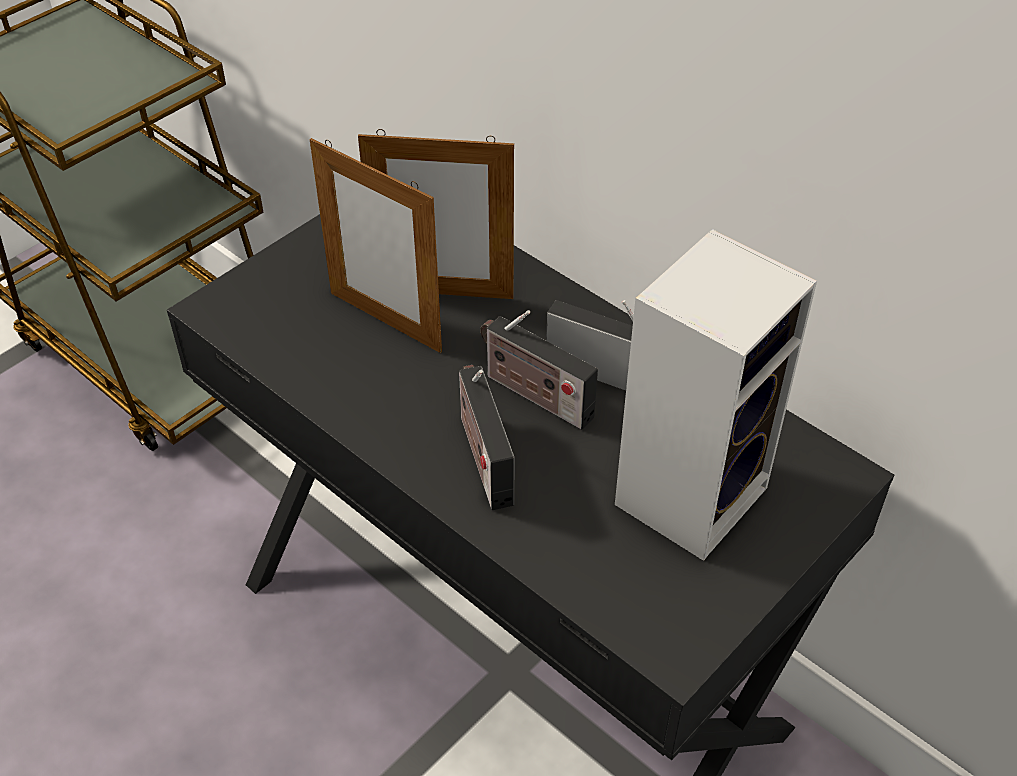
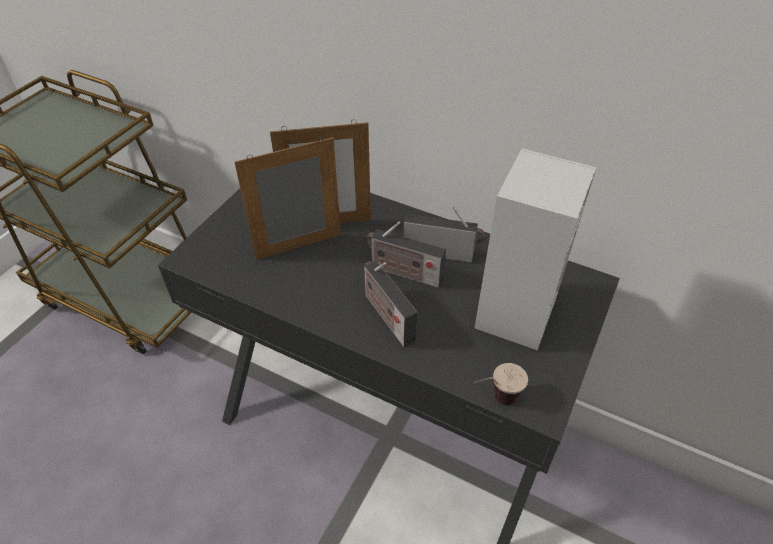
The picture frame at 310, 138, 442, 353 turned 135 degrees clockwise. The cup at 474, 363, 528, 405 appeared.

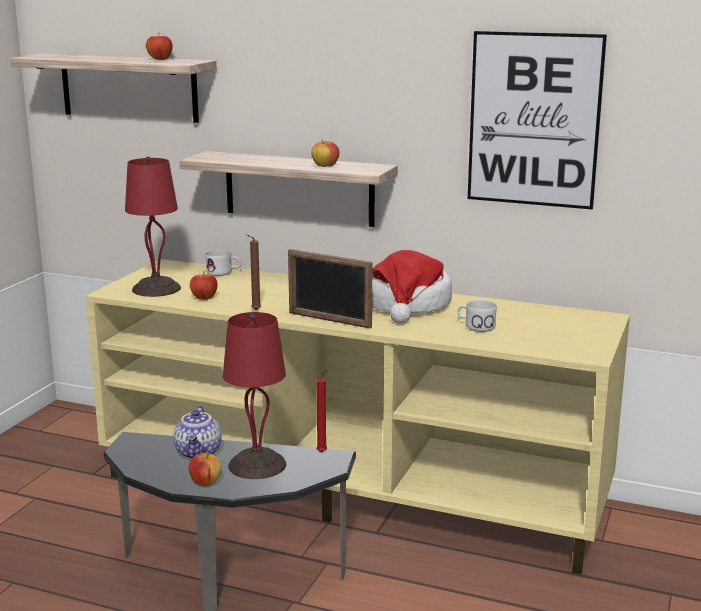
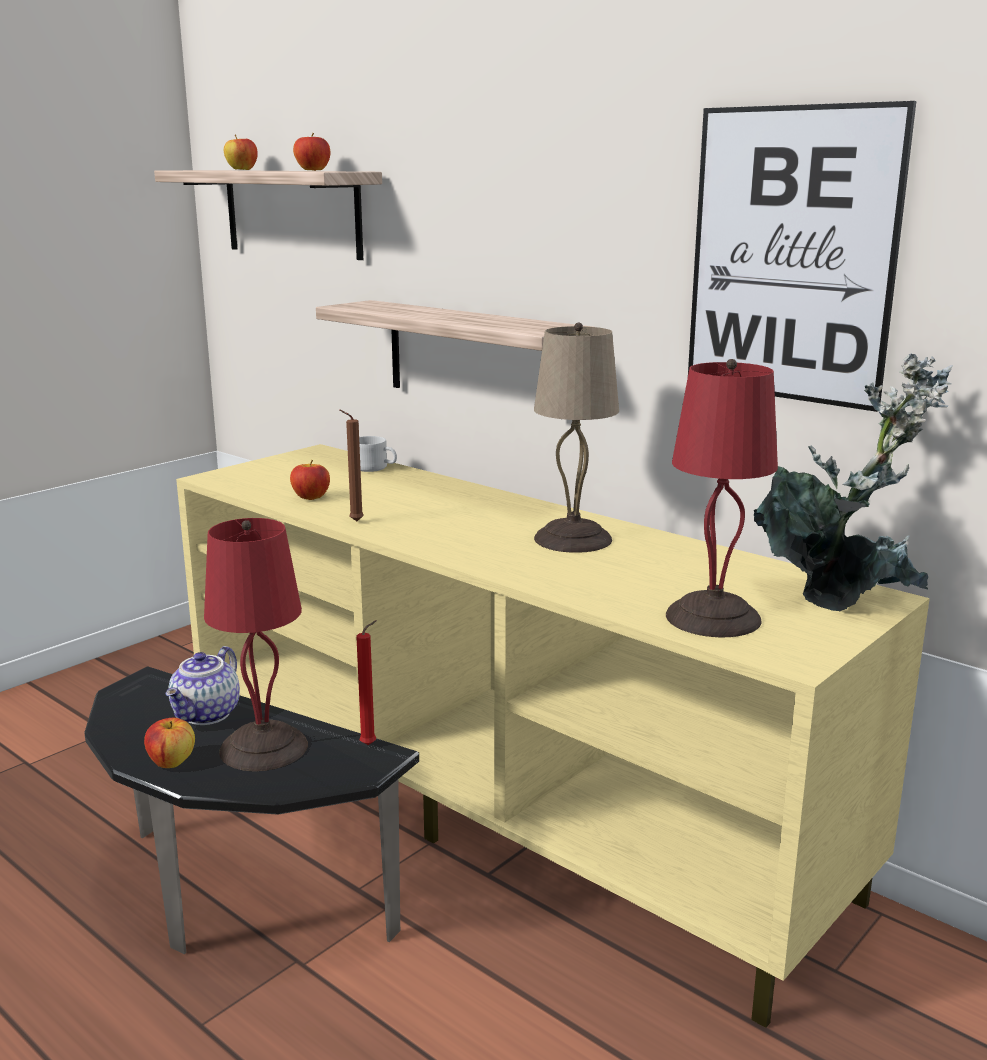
The apple moved from 311, 140, 339, 167 to 224, 134, 258, 170. The table lamp (red) moved from 125, 156, 181, 297 to 666, 359, 778, 637. The picture frame at 288, 249, 372, 329 disappeared. The hat at 372, 250, 452, 323 was replaced by the table lamp (beige) at 534, 322, 619, 553. The mug (white) at 457, 300, 497, 332 disappeared. The potted plant at 754, 353, 953, 611 appeared.

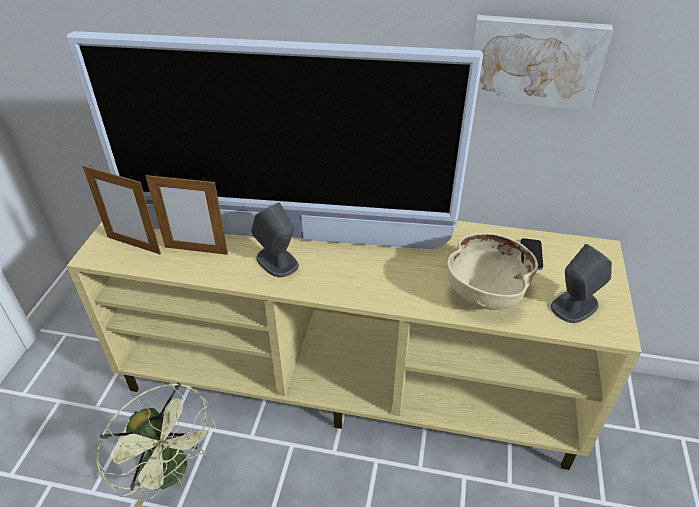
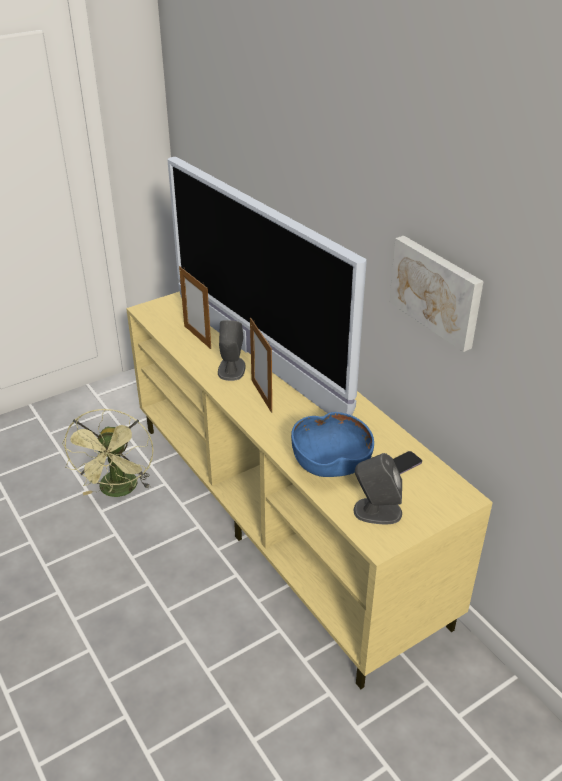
The picture frame moved from 82, 165, 161, 254 to 250, 318, 272, 413. The bowl (beige) at 447, 233, 538, 310 became the bowl (blue) at 291, 412, 374, 477.

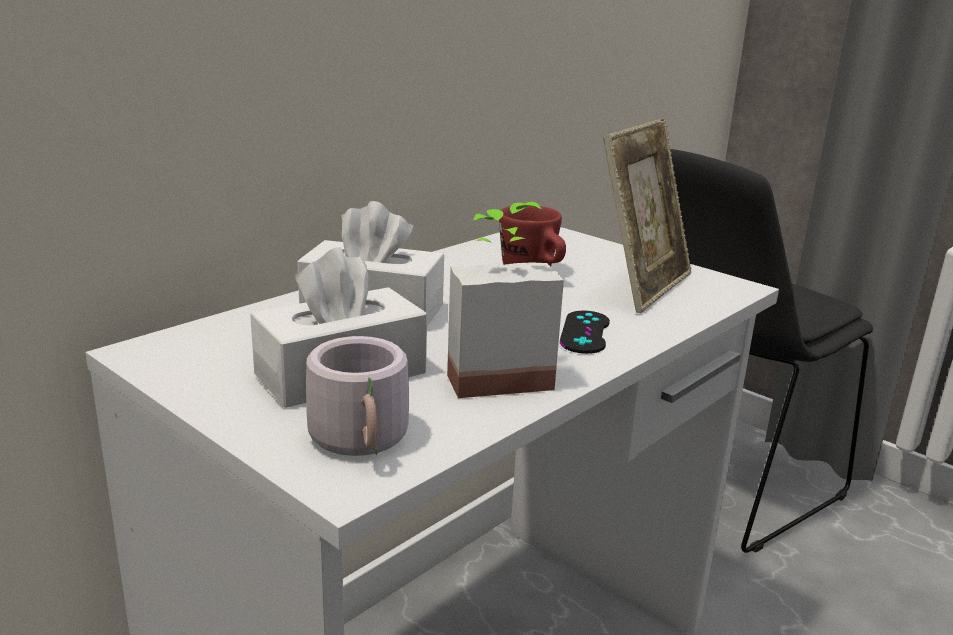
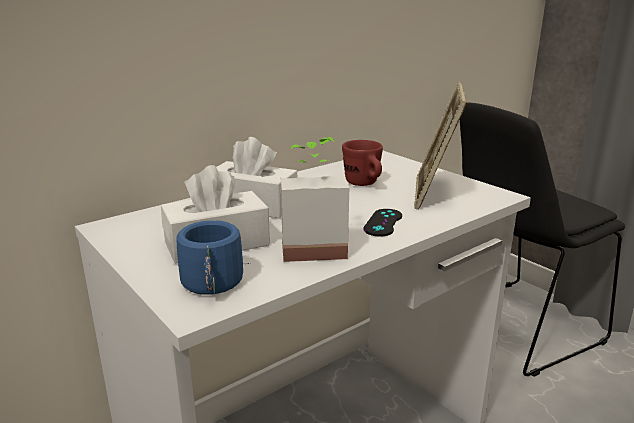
The picture frame at 603, 118, 692, 313 turned 150 degrees clockwise. The mug (grey) at 306, 336, 409, 456 became the mug (blue) at 176, 220, 251, 295.

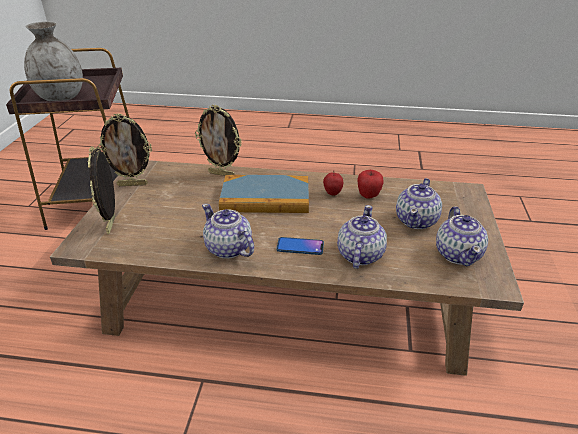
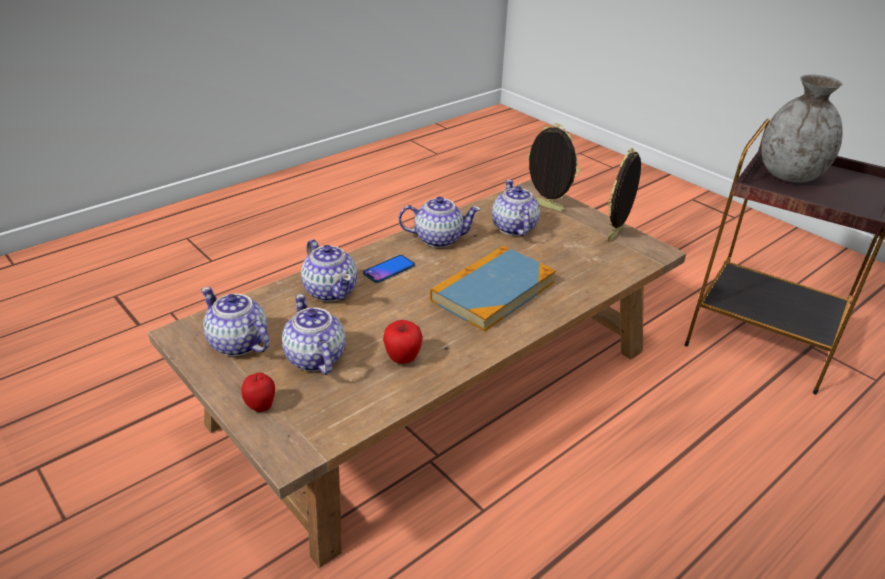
The picture frame at 195, 104, 242, 176 disappeared. The apple moved from 323, 170, 343, 196 to 241, 373, 275, 412. The teapot at 492, 180, 540, 236 appeared.

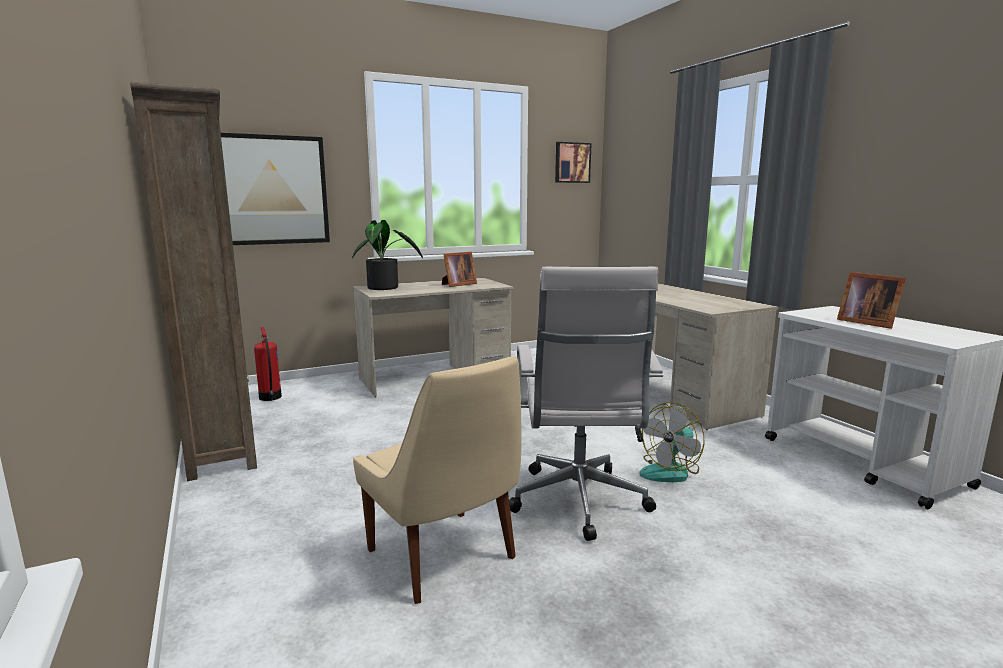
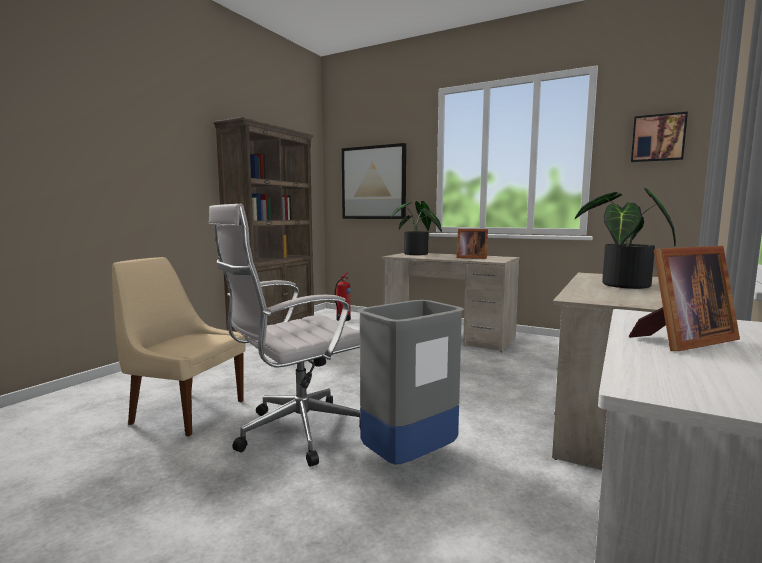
The picture frame at 837, 272, 906, 329 turned 135 degrees counterclockwise. The chair (beige) at 353, 356, 522, 604 turned 90 degrees clockwise. The fan at 639, 402, 704, 482 was replaced by the trash can (grey) at 357, 300, 464, 465. The potted plant at 575, 188, 676, 289 appeared.

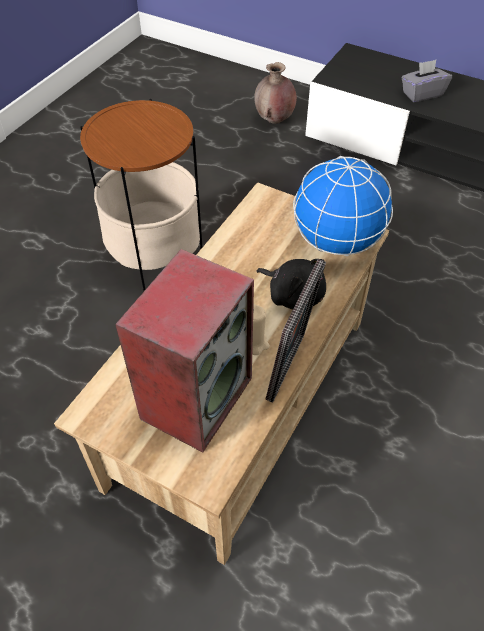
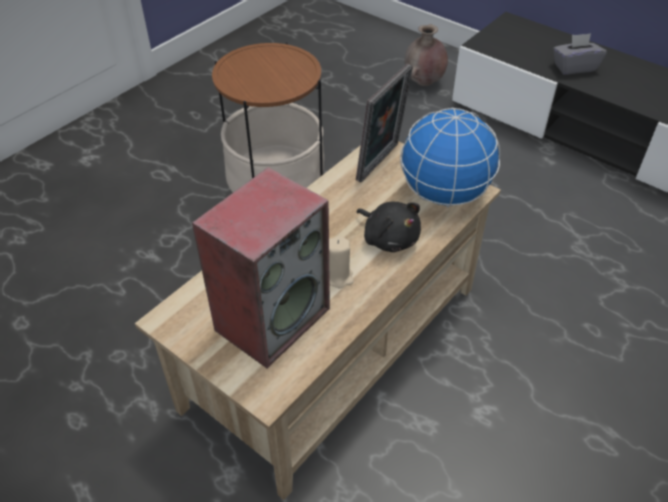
The picture frame moved from 266, 259, 326, 402 to 356, 64, 413, 182.

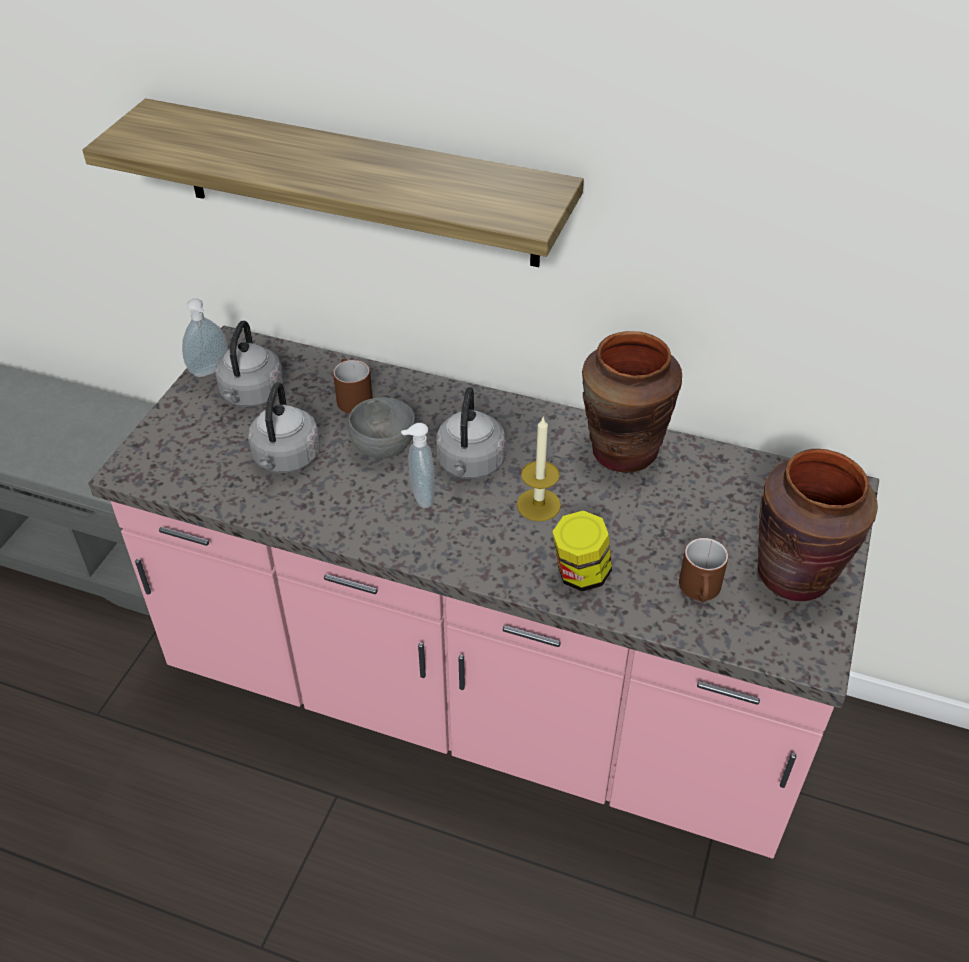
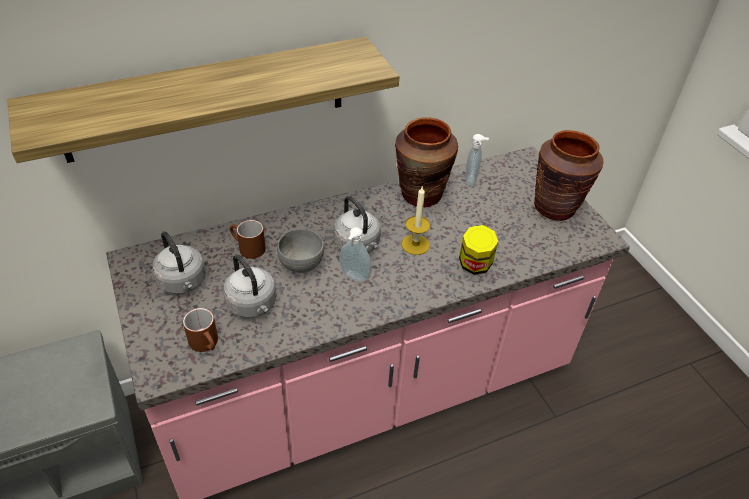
The soap dispenser moved from 182, 298, 228, 377 to 465, 134, 489, 187. The mug (brown) moved from 679, 538, 728, 602 to 183, 308, 218, 352.

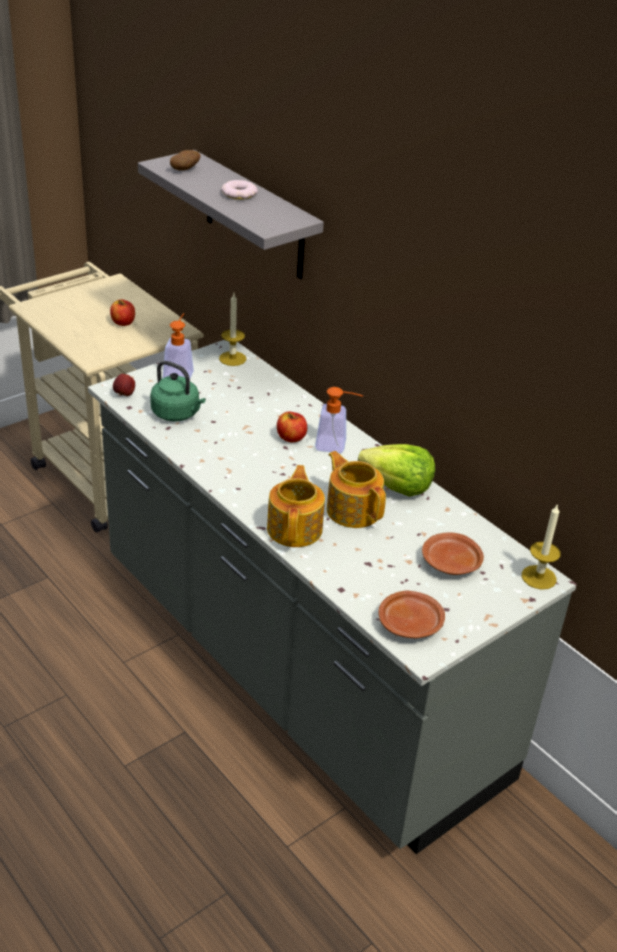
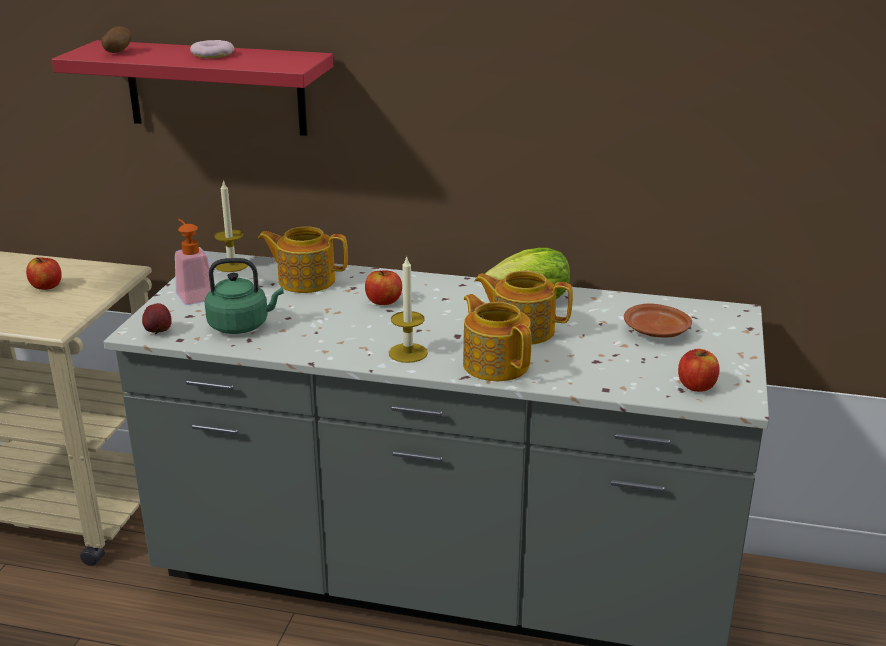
The shelf (grey) at 138, 150, 324, 279 became the shelf (red) at 52, 40, 333, 136. The soap dispenser at 315, 387, 363, 453 disappeared. The candle moved from 522, 505, 561, 590 to 389, 255, 428, 363. The plate (brown) at 378, 591, 445, 638 was replaced by the apple at 678, 349, 719, 392. The teapot at 258, 226, 348, 293 appeared.

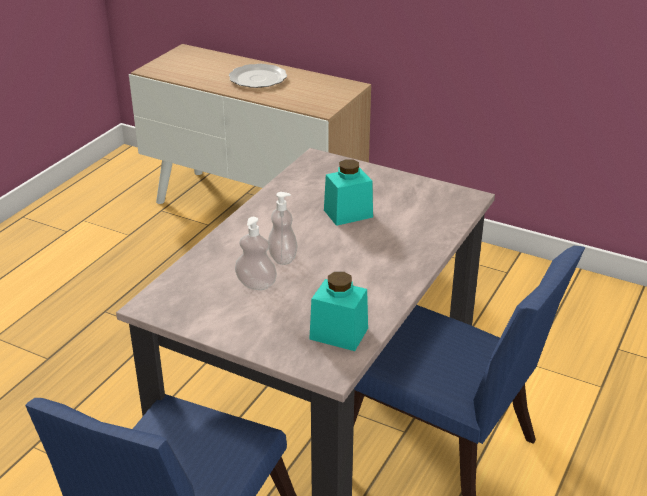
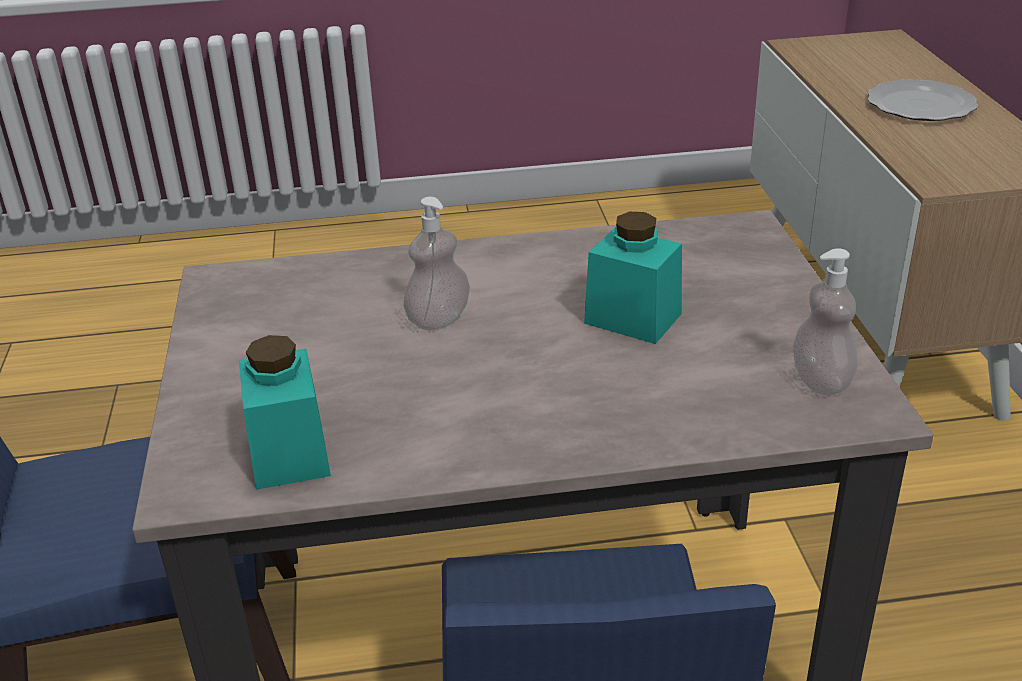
The soap dispenser moved from 235, 217, 277, 290 to 793, 248, 858, 395.

